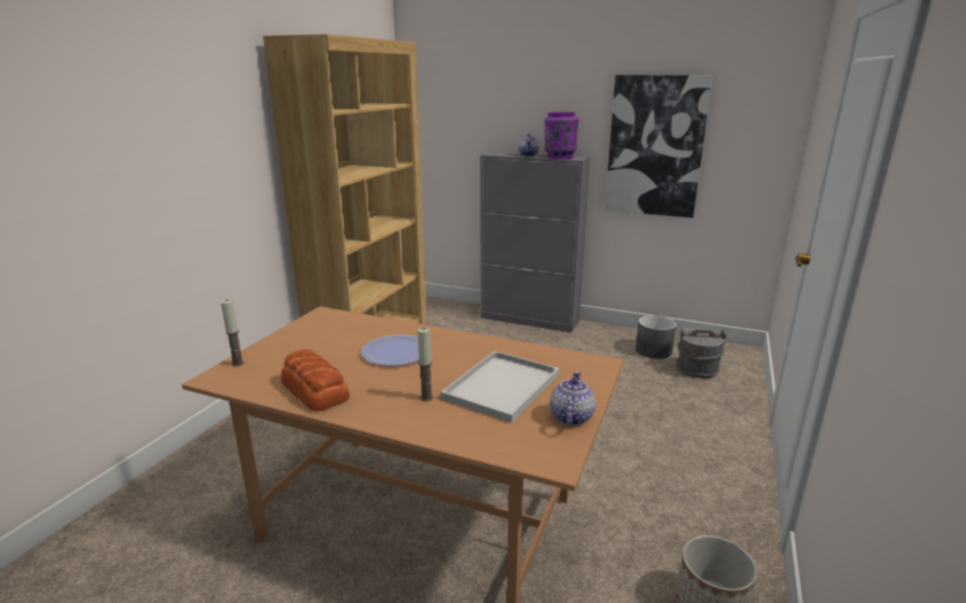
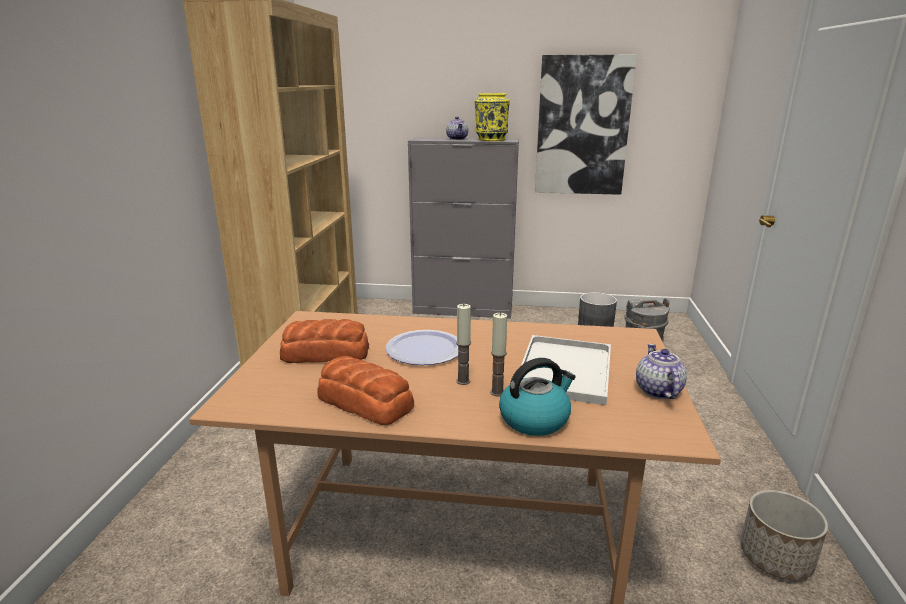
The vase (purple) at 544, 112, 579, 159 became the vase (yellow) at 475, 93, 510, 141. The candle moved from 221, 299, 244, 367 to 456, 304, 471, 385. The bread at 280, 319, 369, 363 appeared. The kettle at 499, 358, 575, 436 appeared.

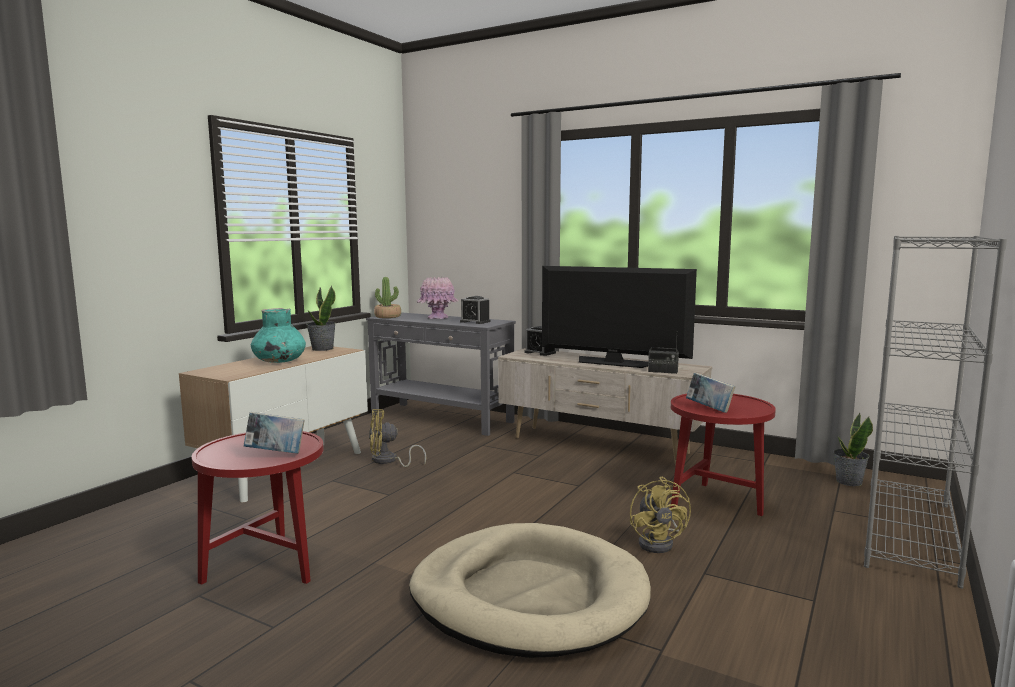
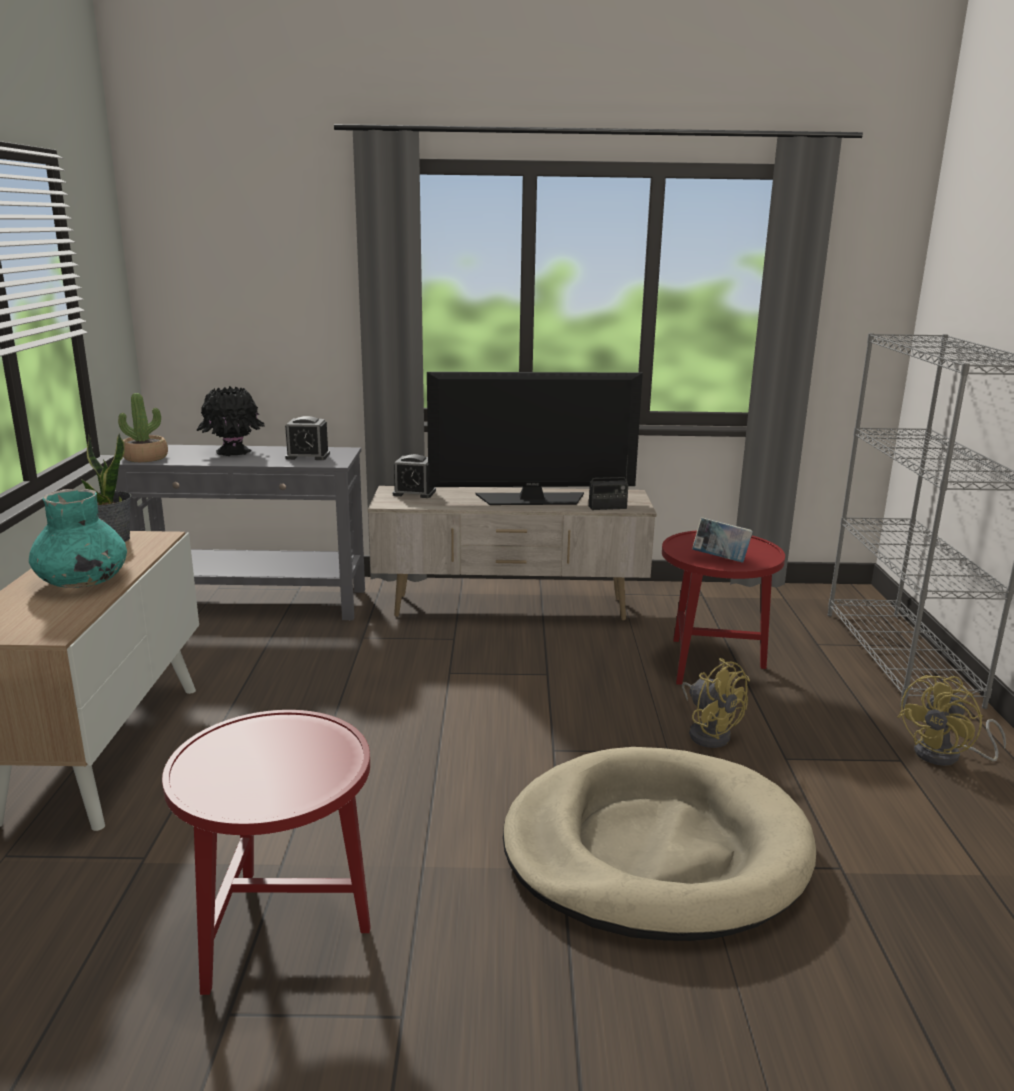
The vase (pink) at 417, 277, 459, 319 became the vase (black) at 197, 386, 265, 456. The fan (yellow) moved from 369, 409, 426, 467 to 897, 675, 1006, 766. The book at 244, 412, 305, 454 disappeared. The potted plant at 833, 412, 873, 486 disappeared.

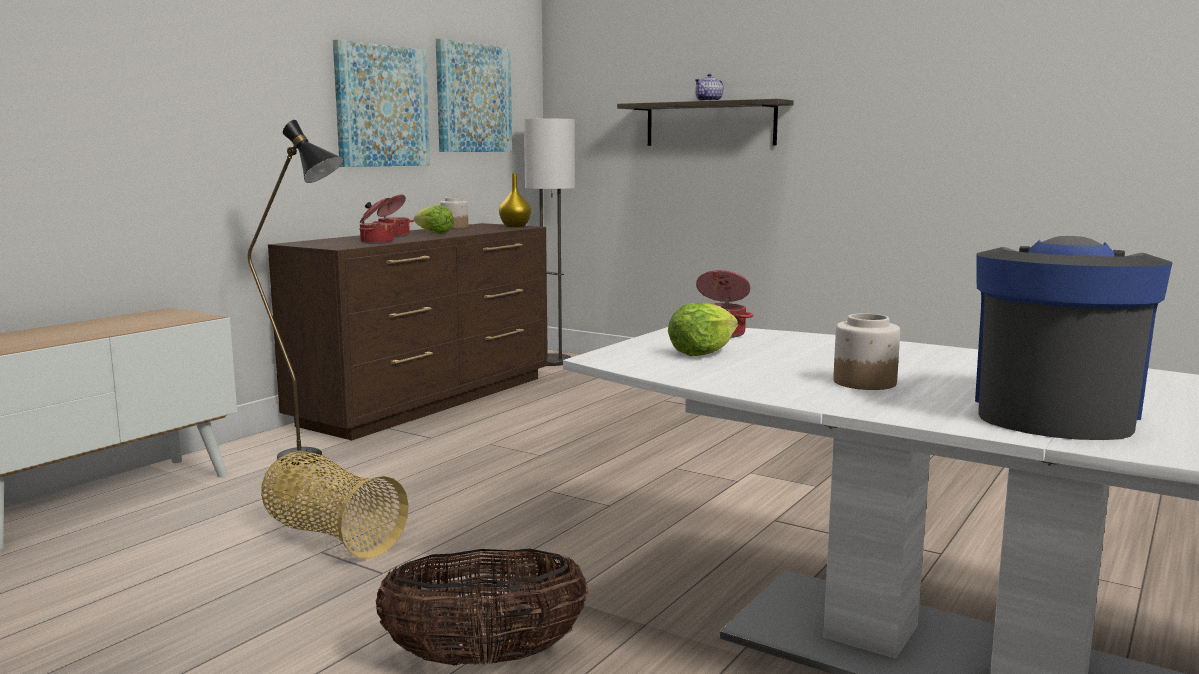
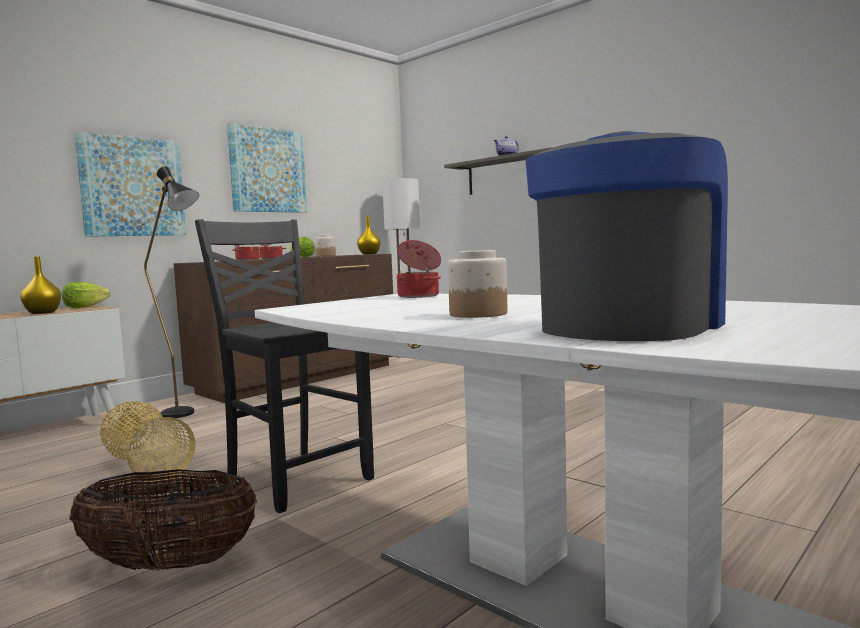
The picture moved from 436, 38, 512, 152 to 74, 131, 186, 237. The lettuce moved from 668, 303, 738, 356 to 62, 282, 111, 308. The chair (black) at 195, 219, 374, 513 appeared. The vase (yellow) at 20, 257, 61, 314 appeared.

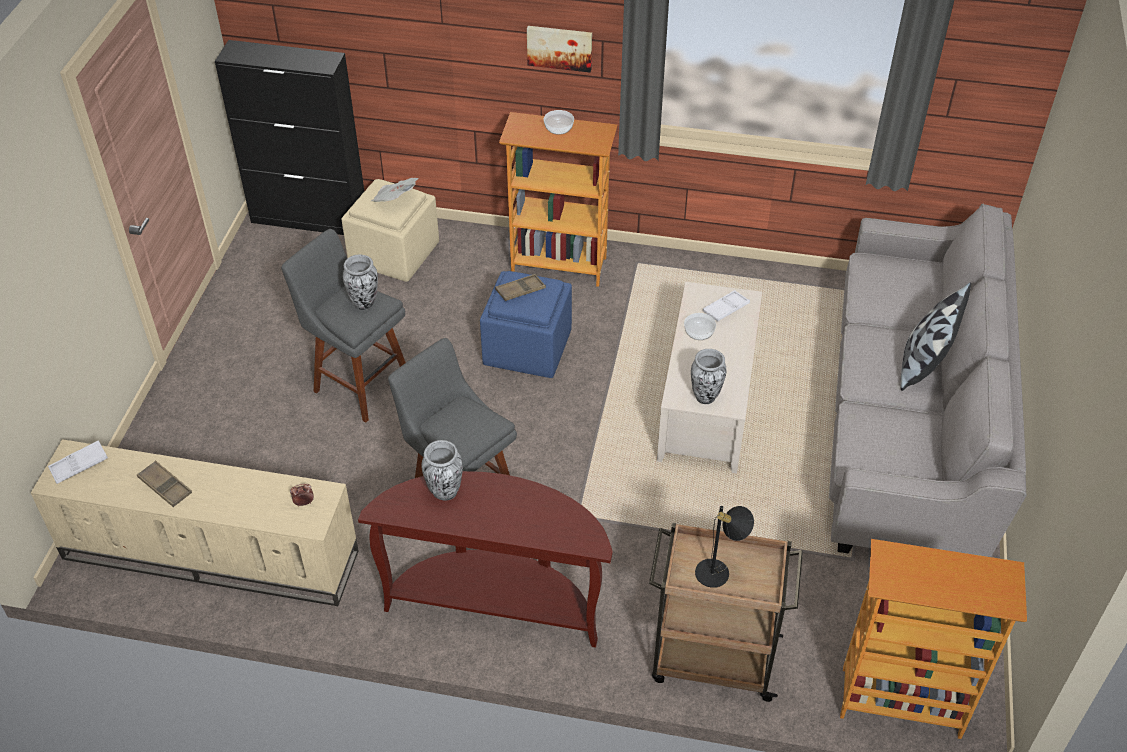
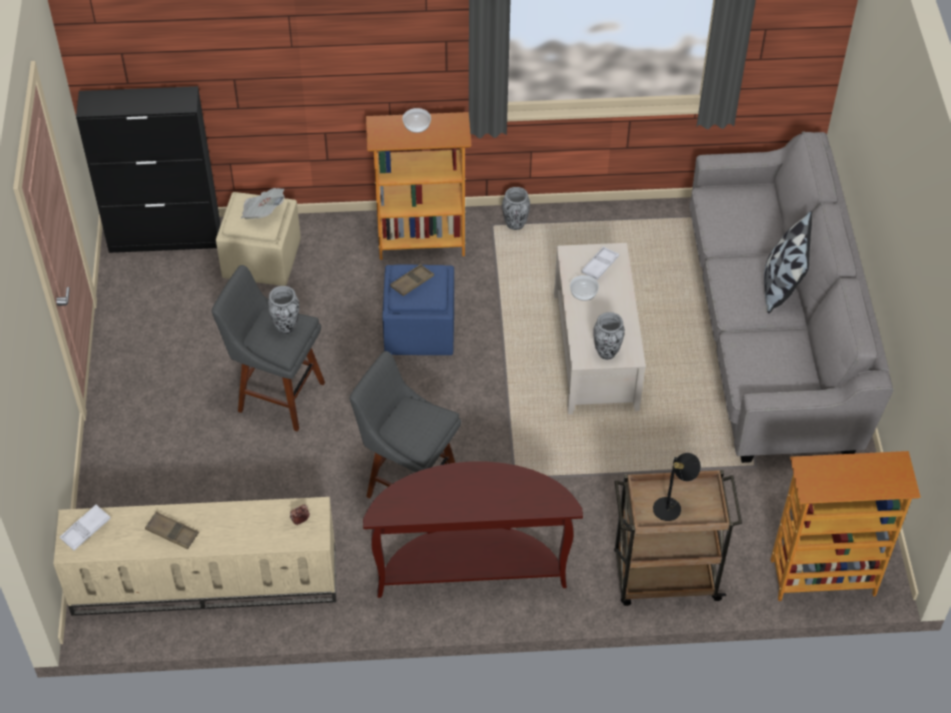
The picture at 527, 26, 592, 73 disappeared. The vase moved from 422, 440, 463, 501 to 502, 187, 530, 230.

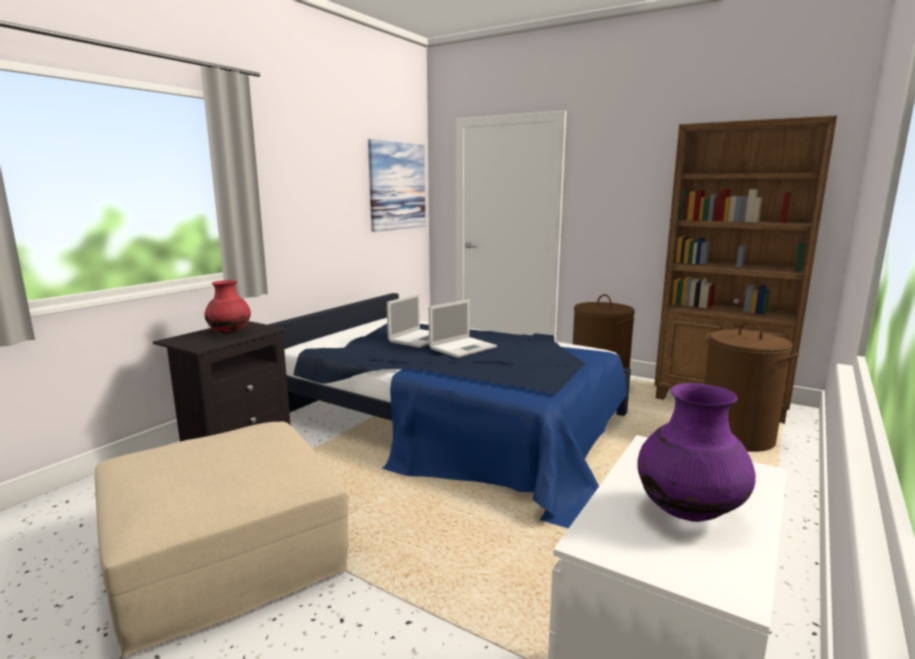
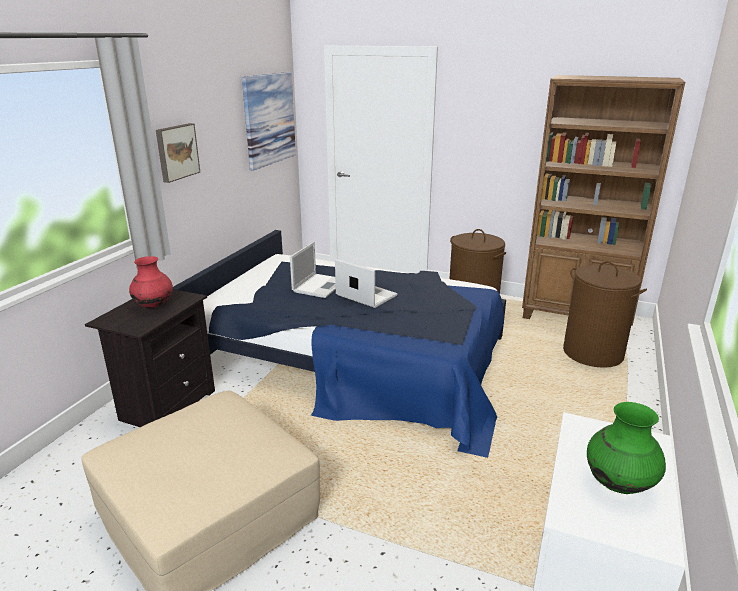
The laptop at 428, 299, 497, 358 turned 90 degrees counterclockwise. The vase (purple) at 637, 383, 756, 522 became the vase (green) at 587, 402, 666, 494. The picture at 156, 123, 200, 183 appeared.

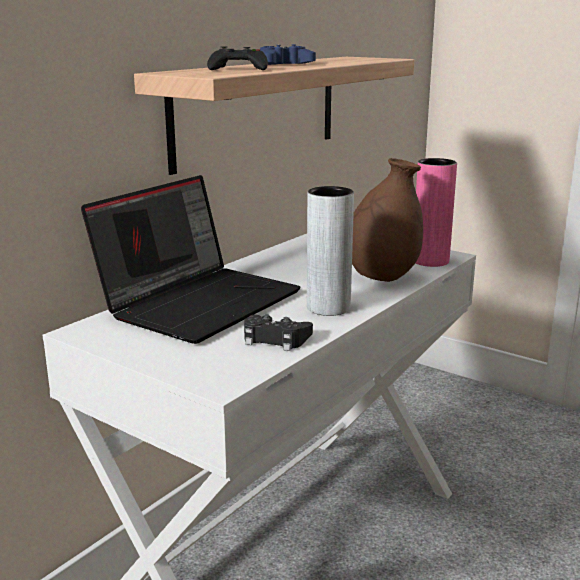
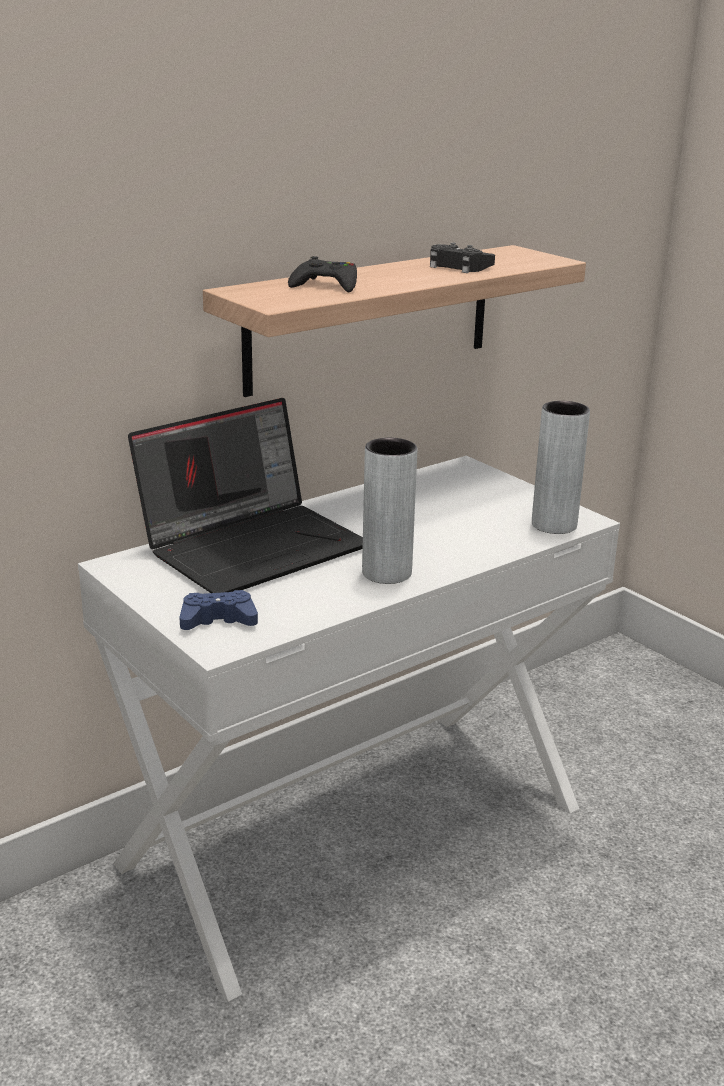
The game controller (blue) moved from 260, 44, 316, 65 to 179, 590, 258, 630. The vase (brown) at 352, 158, 423, 282 disappeared. The vase (pink) at 416, 158, 457, 267 became the vase (grey) at 532, 401, 590, 534. The game controller (black) moved from 244, 314, 313, 351 to 430, 242, 495, 273.

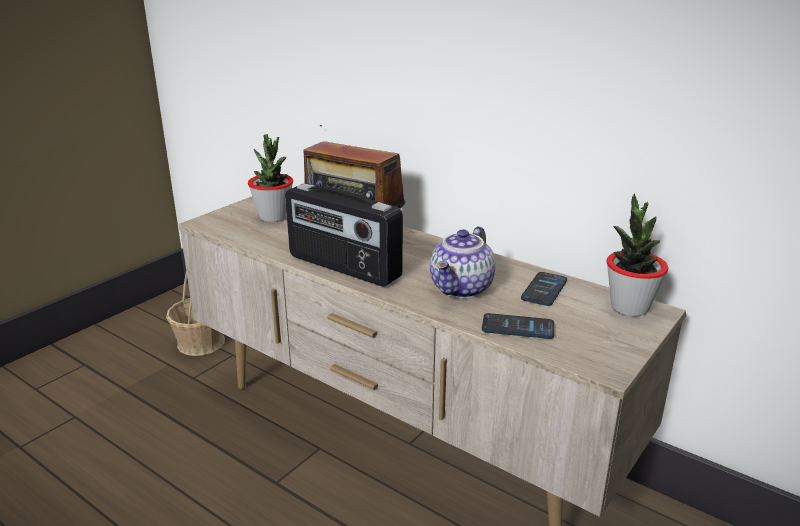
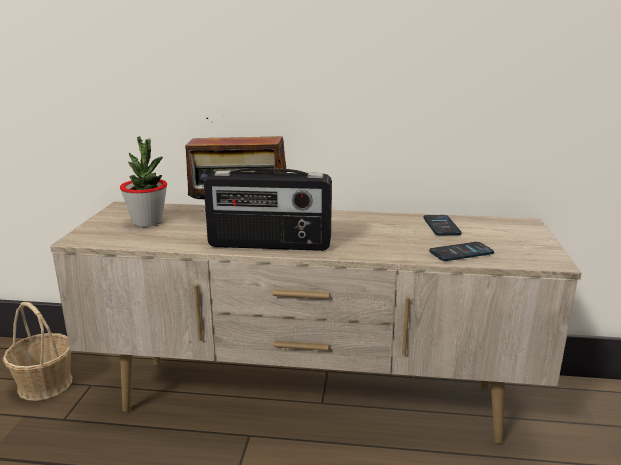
The potted plant at 606, 194, 668, 316 disappeared. The teapot at 430, 226, 495, 299 disappeared.

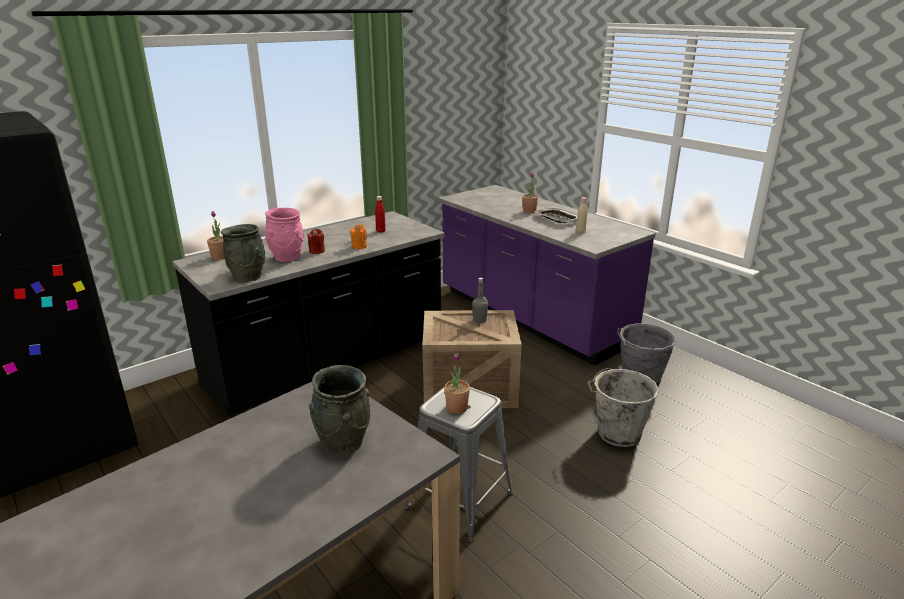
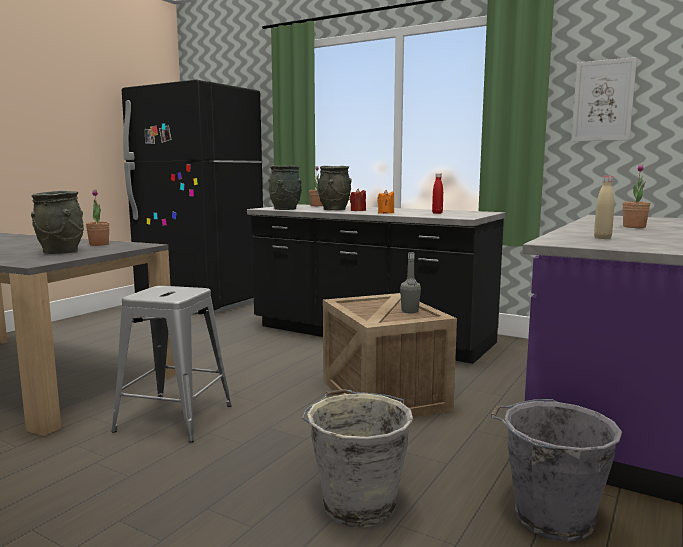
The vase (pink) at 265, 208, 304, 262 became the vase (grey) at 318, 166, 352, 210. The tray at 535, 208, 577, 223 disappeared. The potted plant moved from 444, 353, 470, 414 to 86, 189, 109, 246. The picture at 571, 57, 637, 141 appeared.

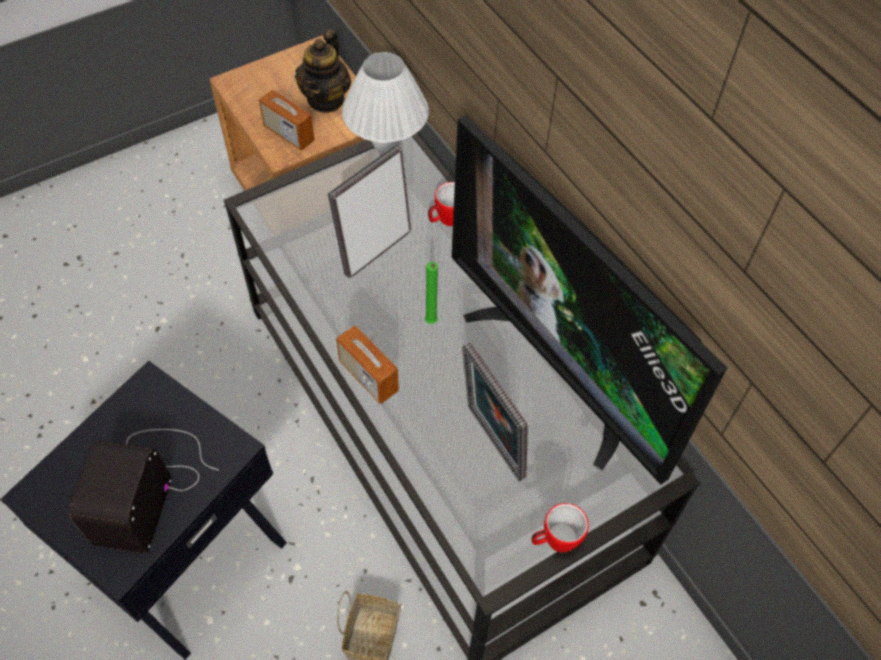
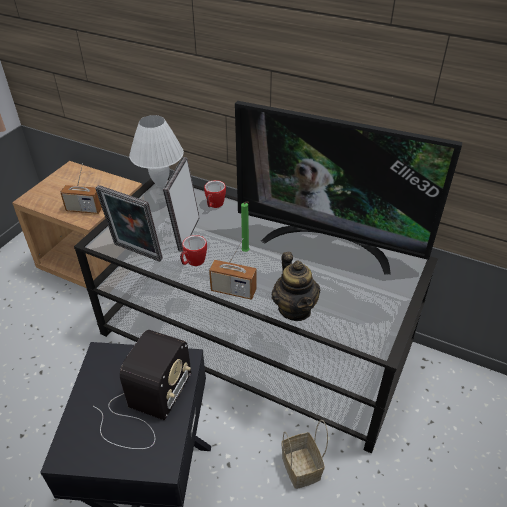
The teapot moved from 295, 29, 351, 113 to 272, 252, 320, 321. The picture frame moved from 462, 343, 528, 481 to 95, 185, 163, 262. The radio at 70, 429, 219, 554 turned 135 degrees counterclockwise. The mug moved from 532, 503, 589, 553 to 180, 235, 207, 266.

